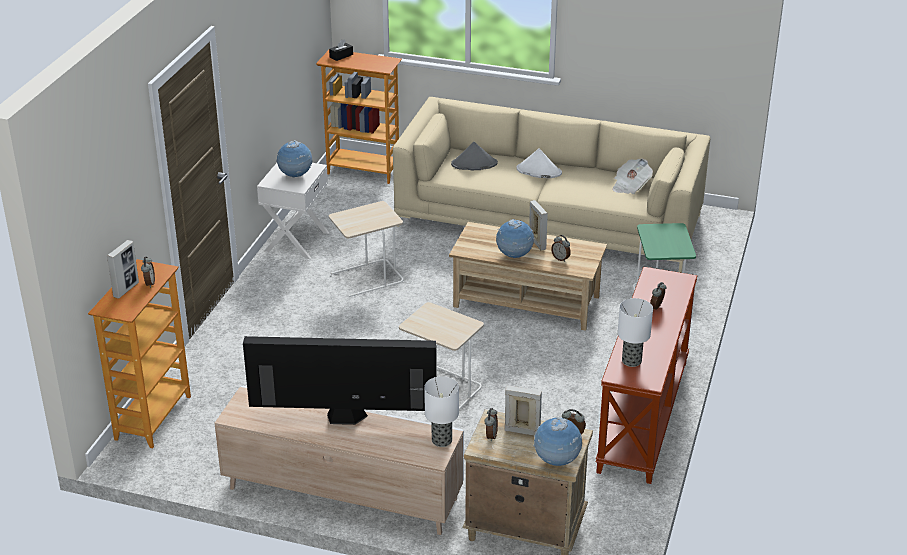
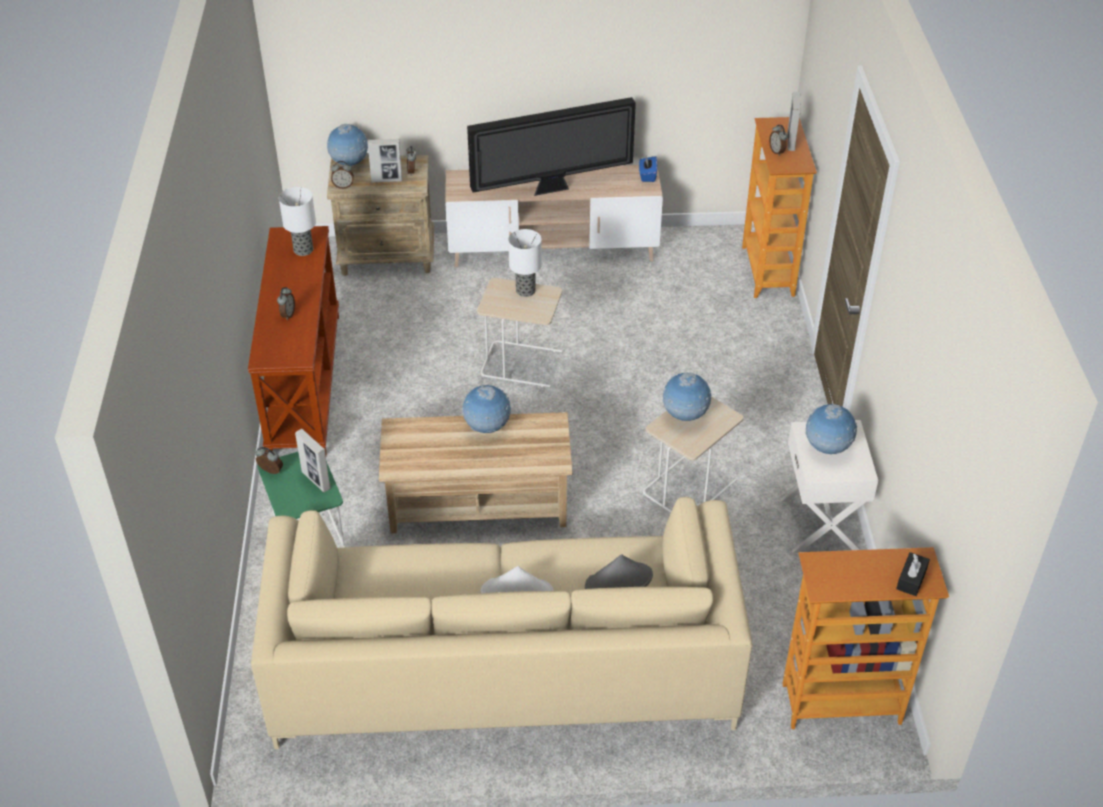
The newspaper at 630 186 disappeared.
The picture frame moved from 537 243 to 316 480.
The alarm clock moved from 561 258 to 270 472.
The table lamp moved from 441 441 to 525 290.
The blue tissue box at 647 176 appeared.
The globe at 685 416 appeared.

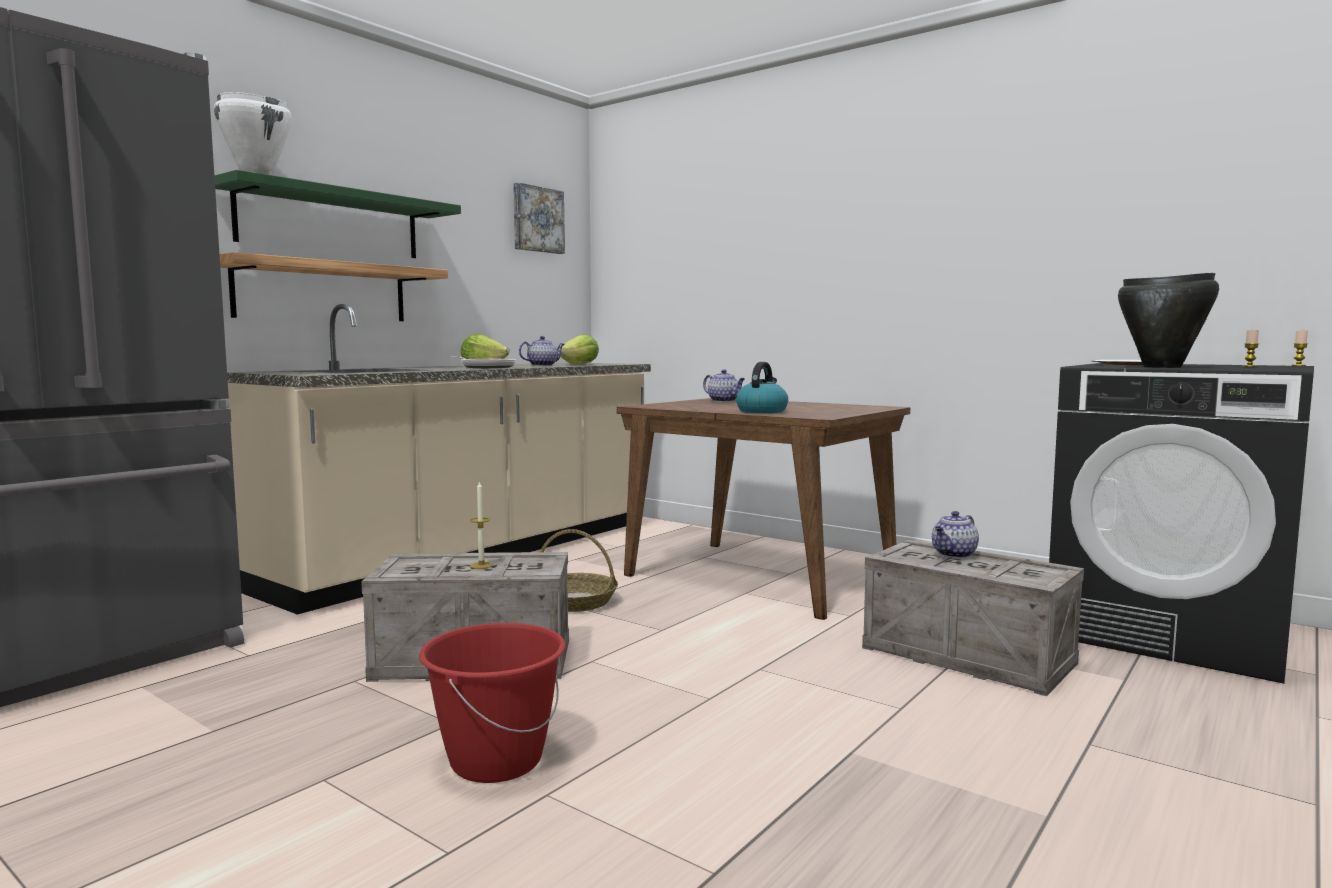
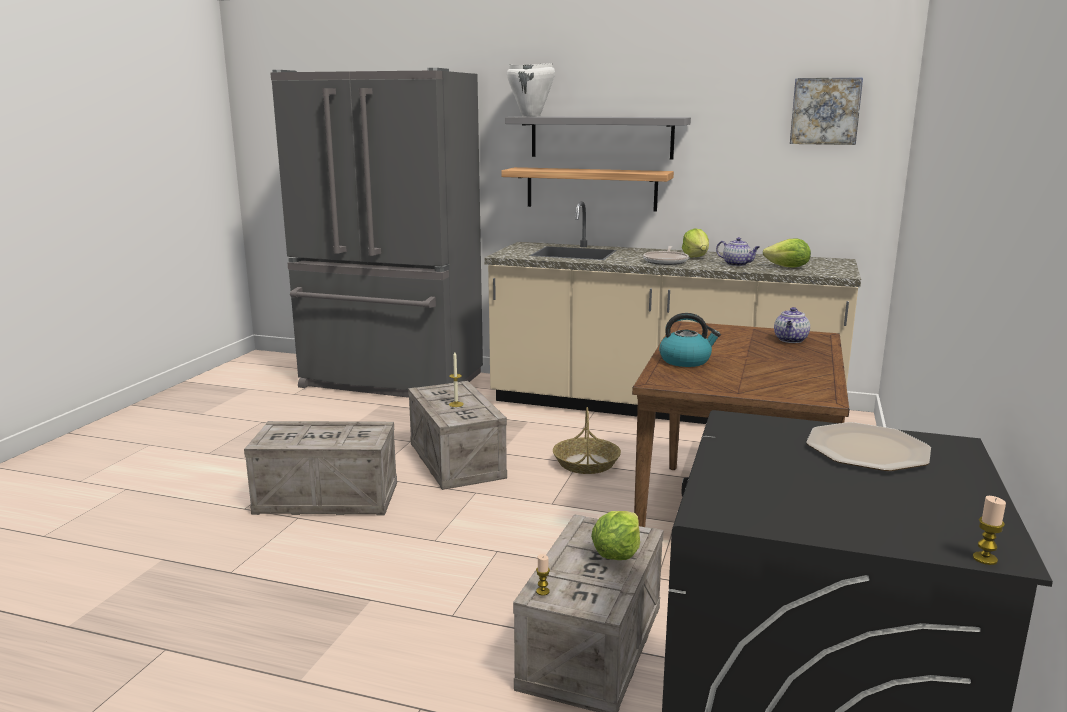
The green shelf at 331 223 became the grey shelf at 601 137.
The black cooking pot at 1162 367 disappeared.
The candle moved from 1249 366 to 542 591.
The teapot at 954 554 was replaced by the lettuce at 616 553.
The red bucket at 495 761 was replaced by the crate at 329 497.

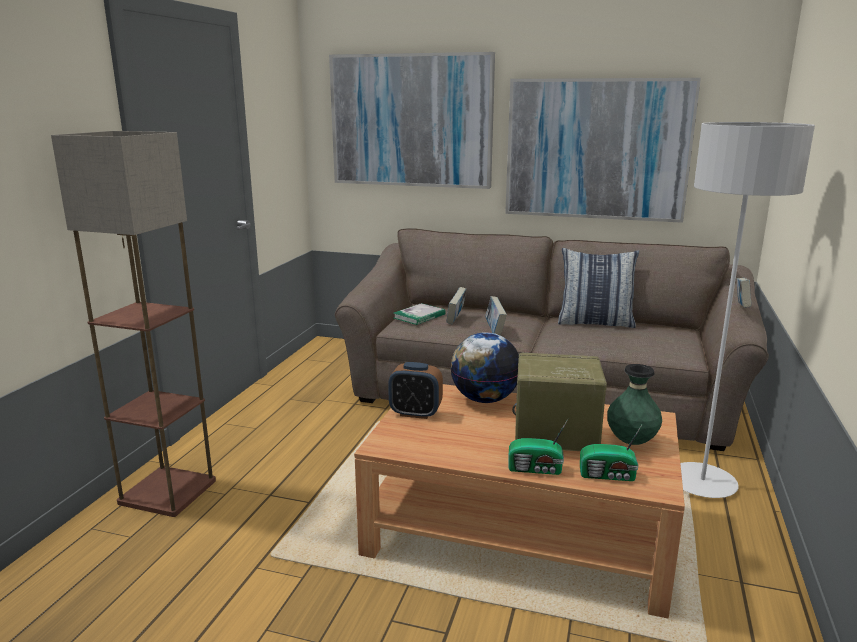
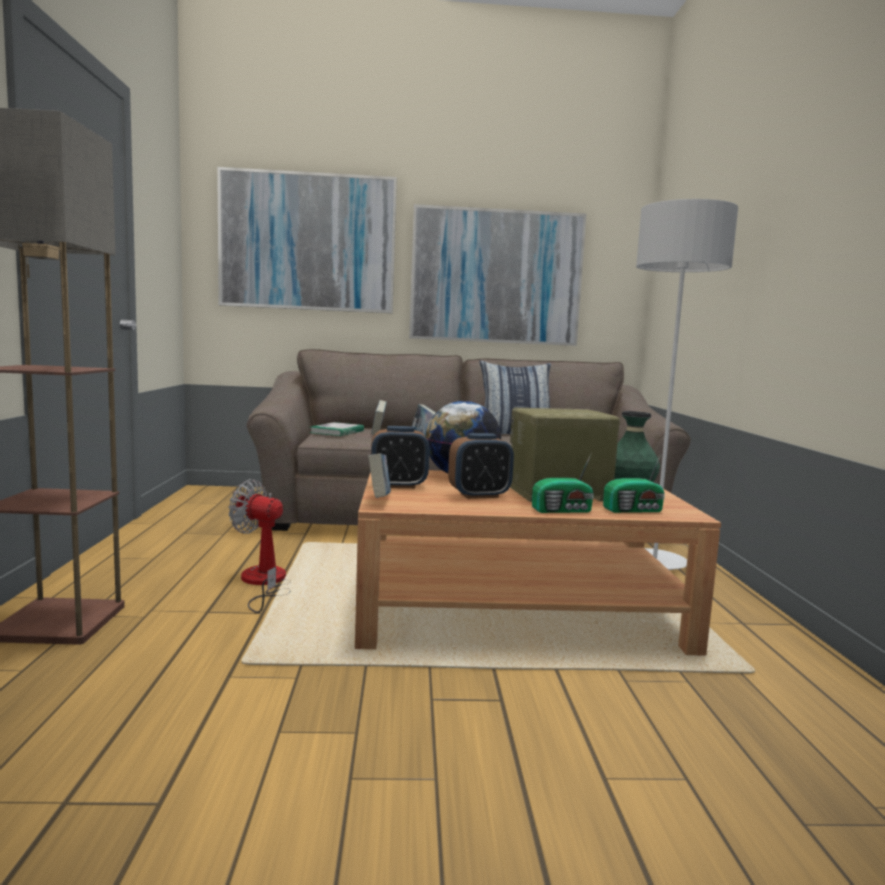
The book moved from 741 307 to 379 500.
The alarm clock at 479 495 appeared.
The fan at 264 583 appeared.

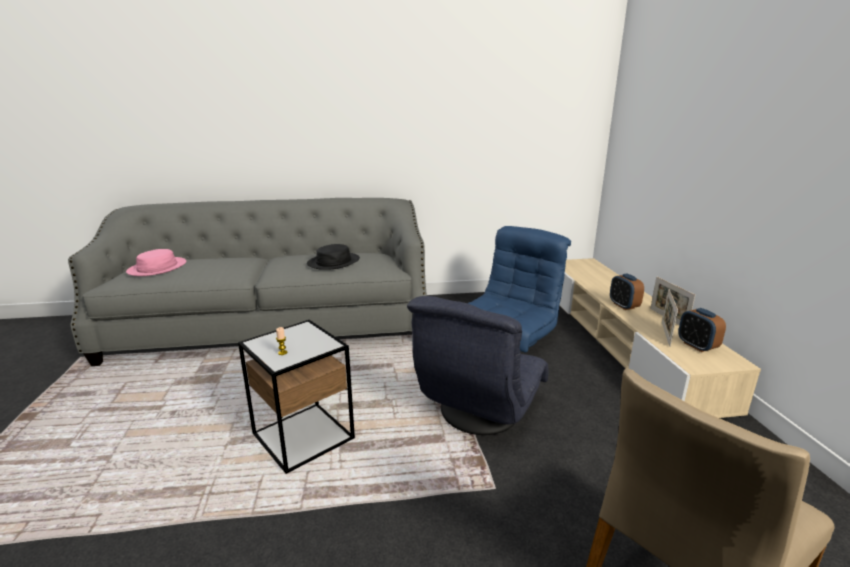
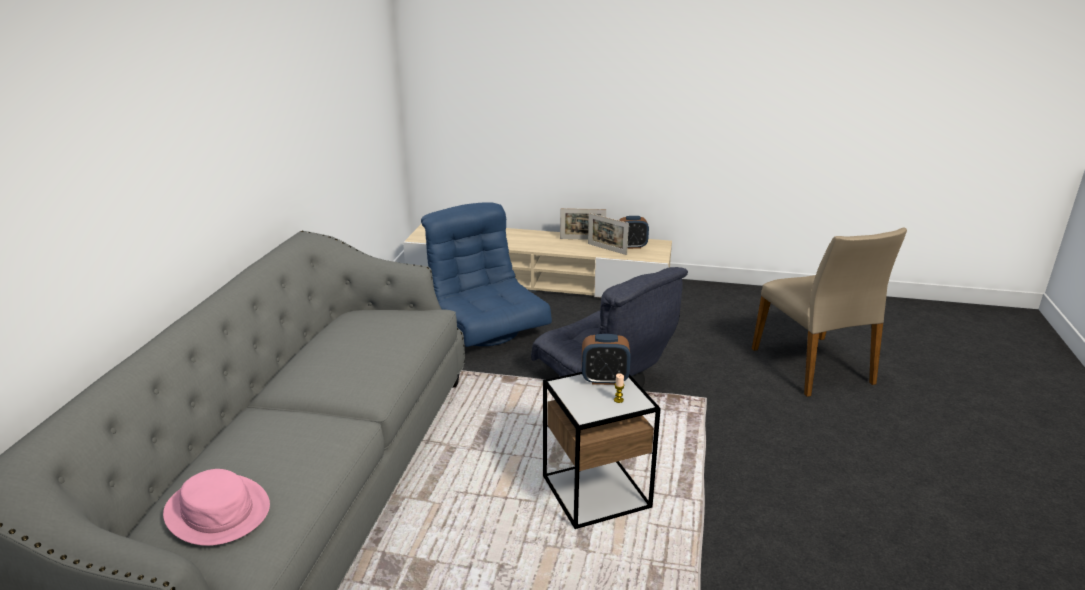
The black hat at 333 262 disappeared.
The alarm clock moved from 623 306 to 604 380.

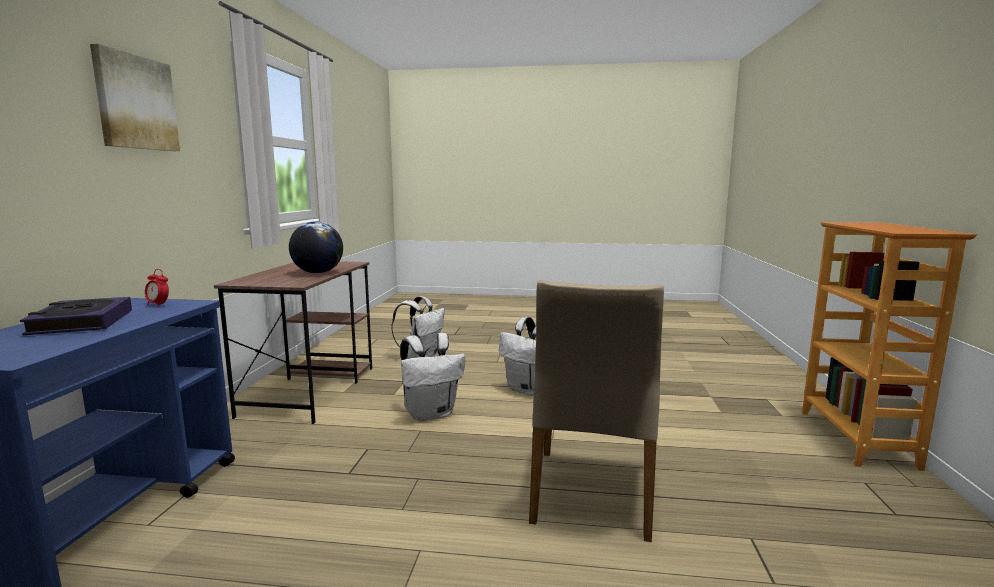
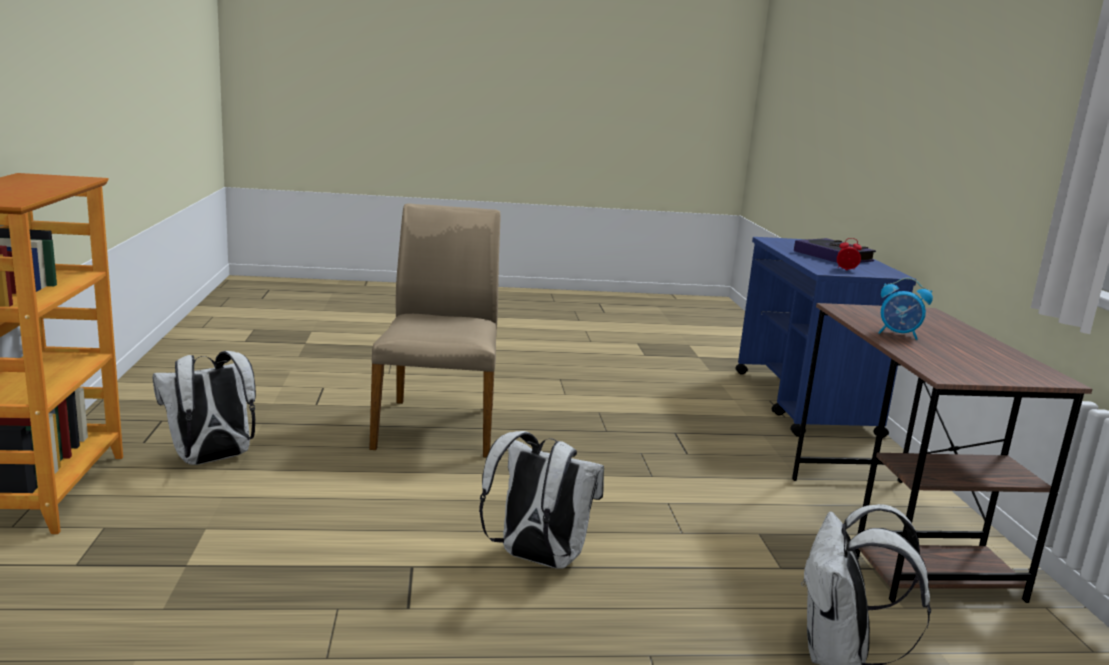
The picture at 135 103 disappeared.
The globe at 318 273 was replaced by the alarm clock at 898 335.
The white backpack moved from 431 414 to 211 460.

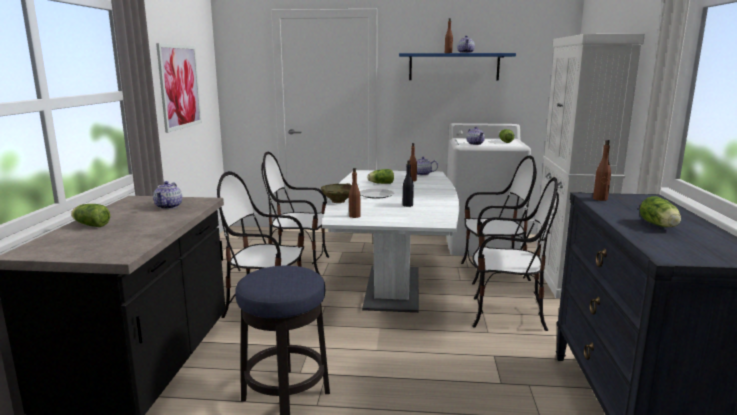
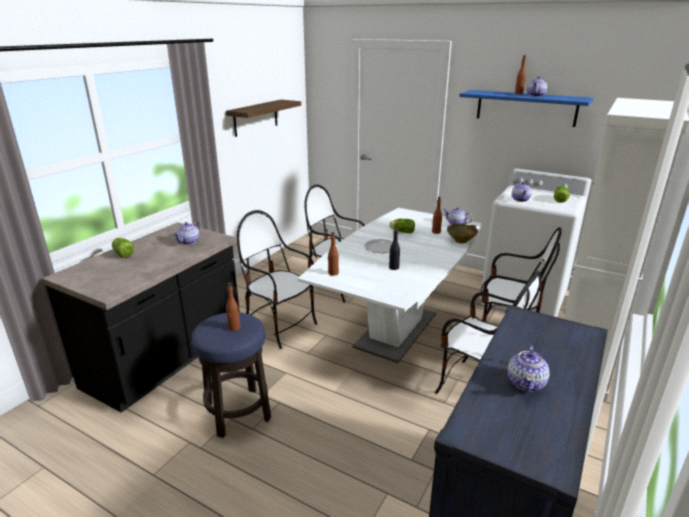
The picture at 180 86 was replaced by the shelf at 256 117.
The brown bottle moved from 600 199 to 234 328.
The beige bowl moved from 338 201 to 461 241.
The lettuce at 659 225 was replaced by the teapot at 526 383.

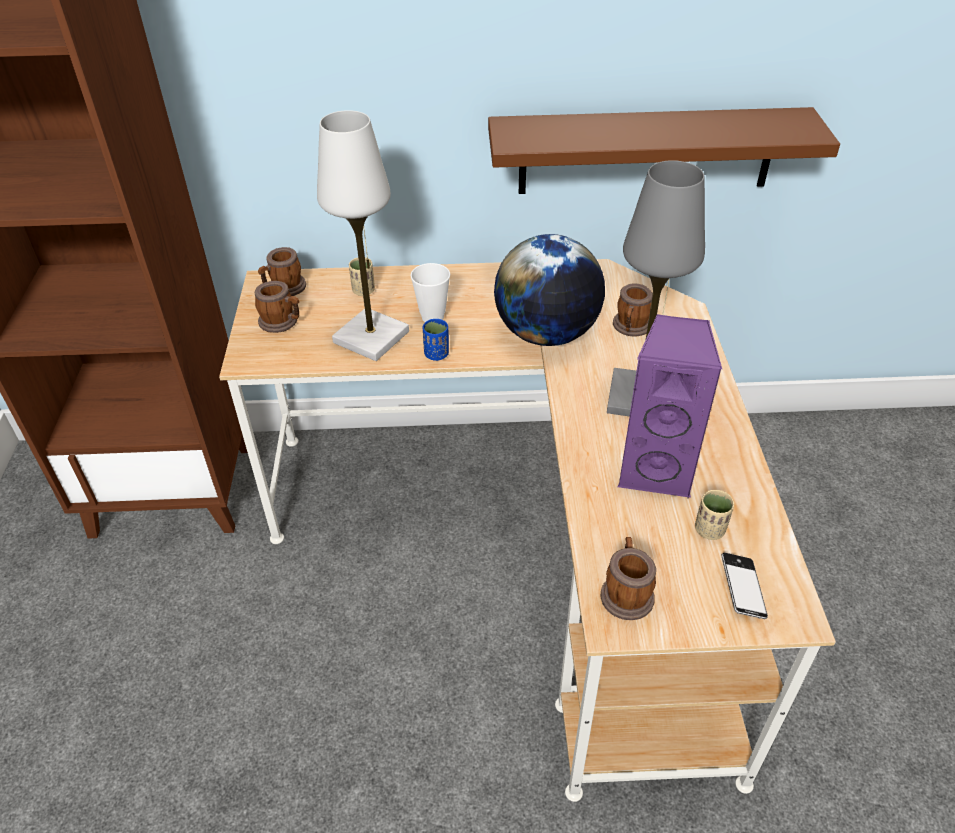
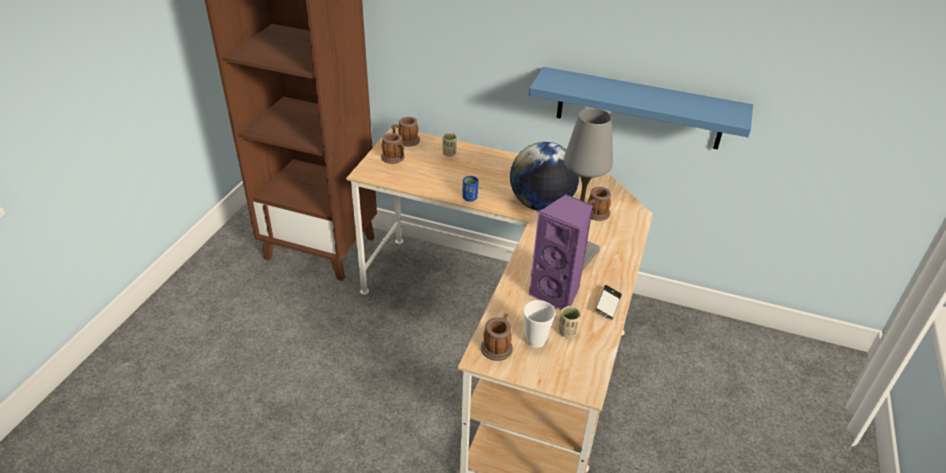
The brown shelf at 646 151 became the blue shelf at 639 109.
The white table lamp at 371 337 disappeared.
The cup moved from 432 317 to 535 341.
The phone moved from 742 589 to 608 305.

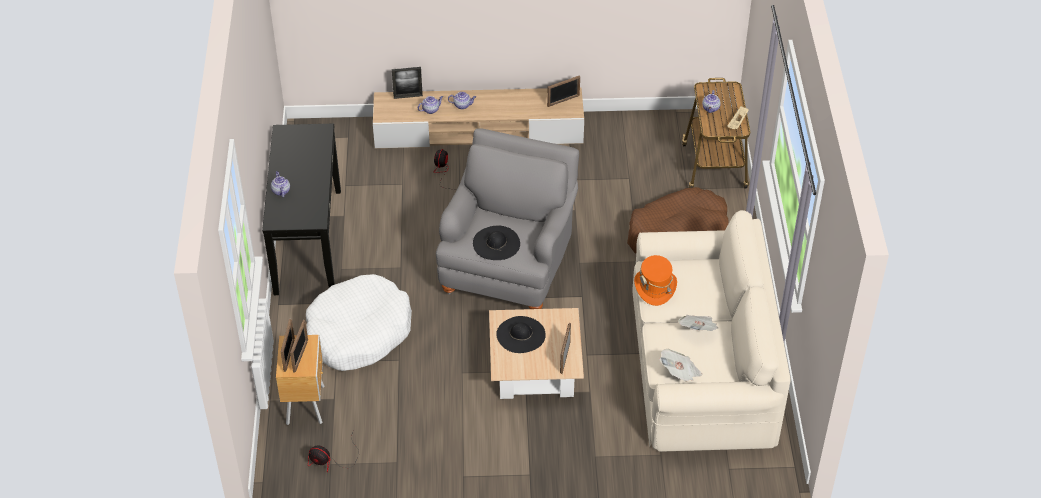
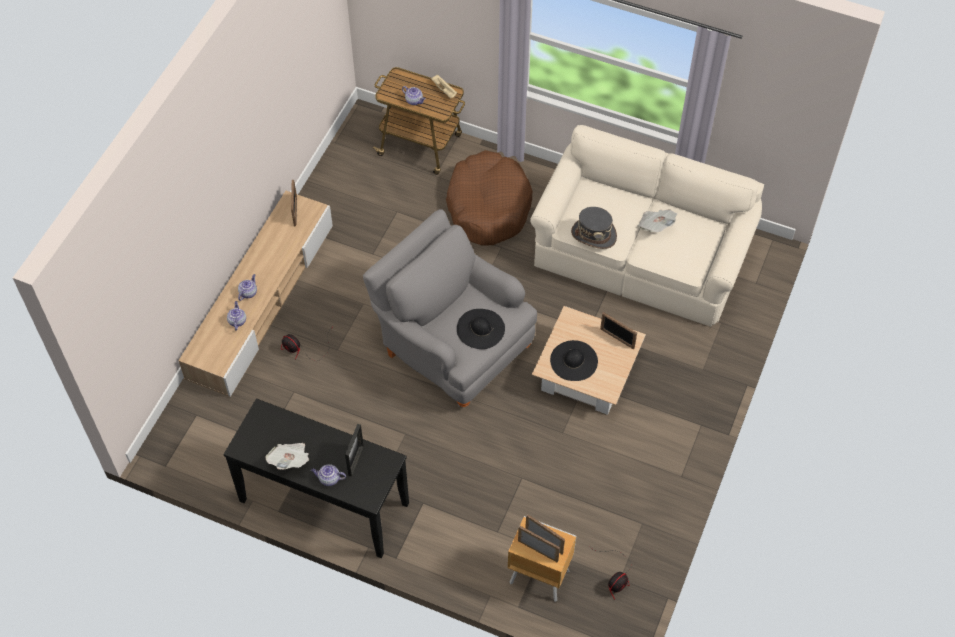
The picture frame moved from 408 96 to 356 460.
The orange hat at 655 287 became the grey hat at 594 234.
The white dog bed at 358 333 disappeared.
The newspaper moved from 680 373 to 290 460.

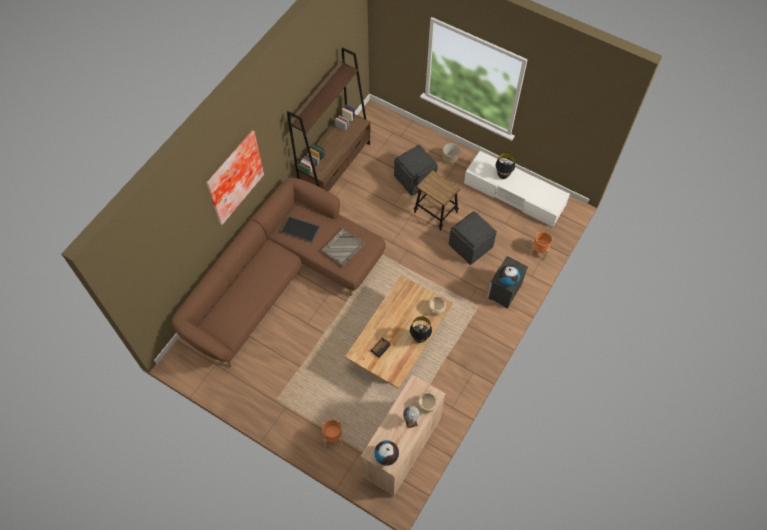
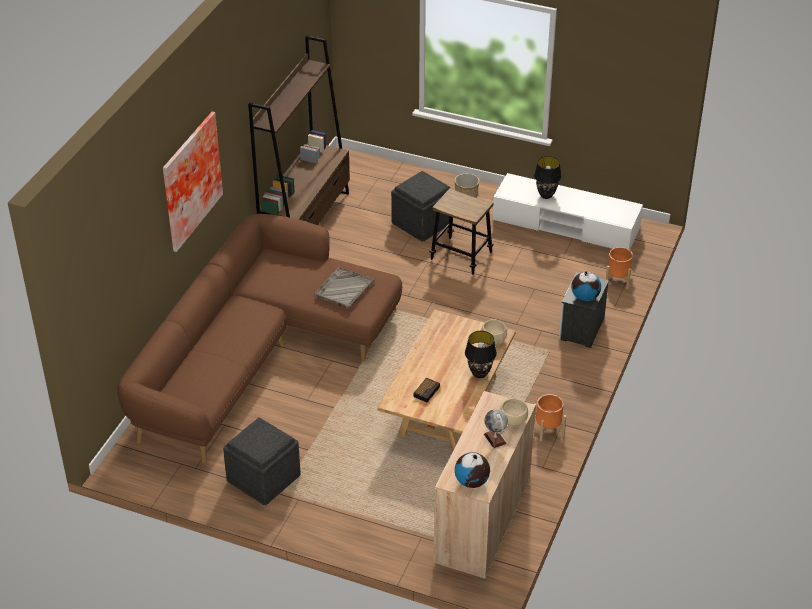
The grey ottoman moved from 470 246 to 263 479.
The tray at 301 229 disappeared.
The orange planter moved from 333 436 to 548 429.

